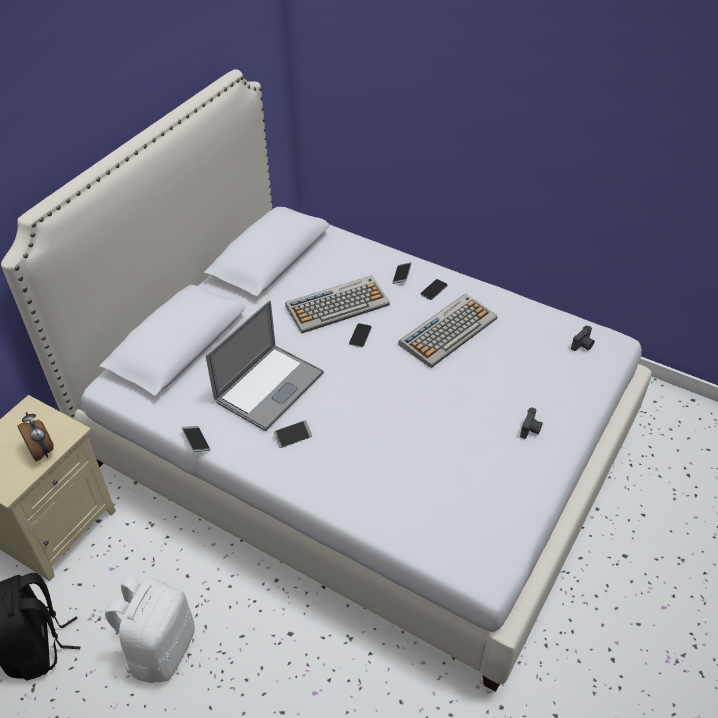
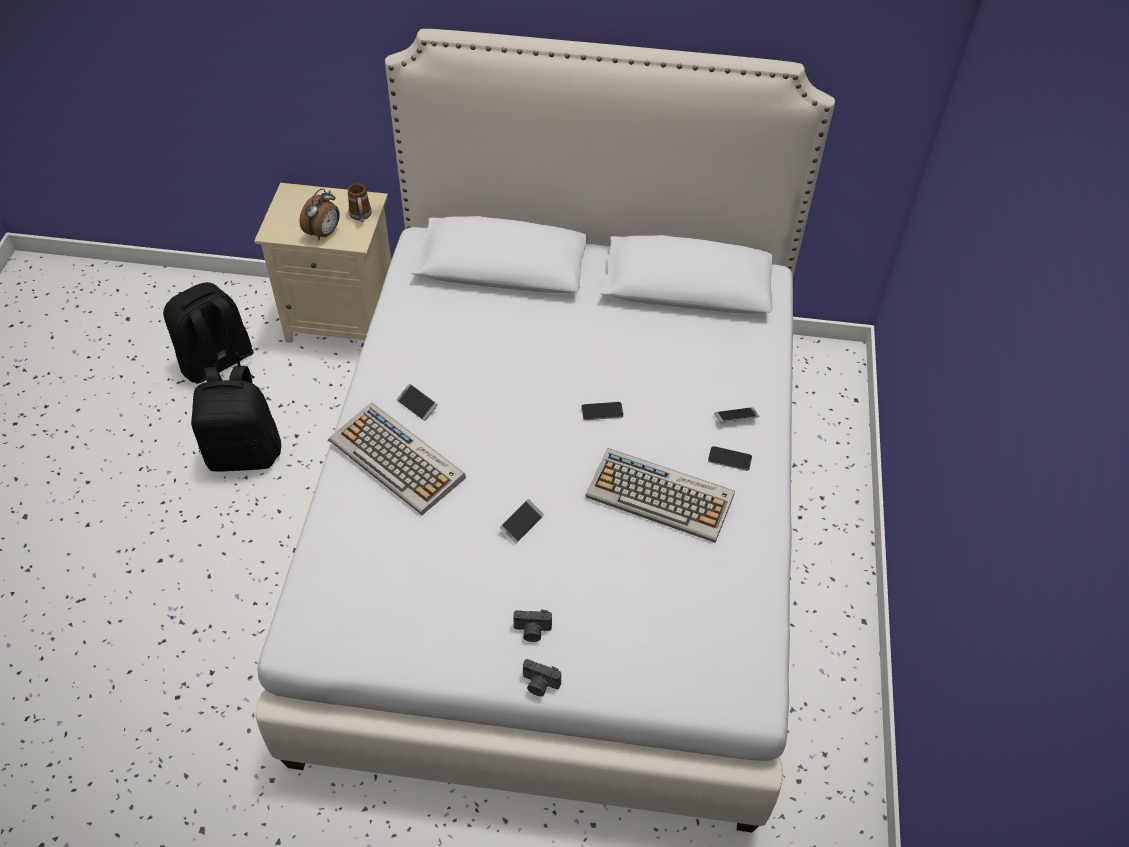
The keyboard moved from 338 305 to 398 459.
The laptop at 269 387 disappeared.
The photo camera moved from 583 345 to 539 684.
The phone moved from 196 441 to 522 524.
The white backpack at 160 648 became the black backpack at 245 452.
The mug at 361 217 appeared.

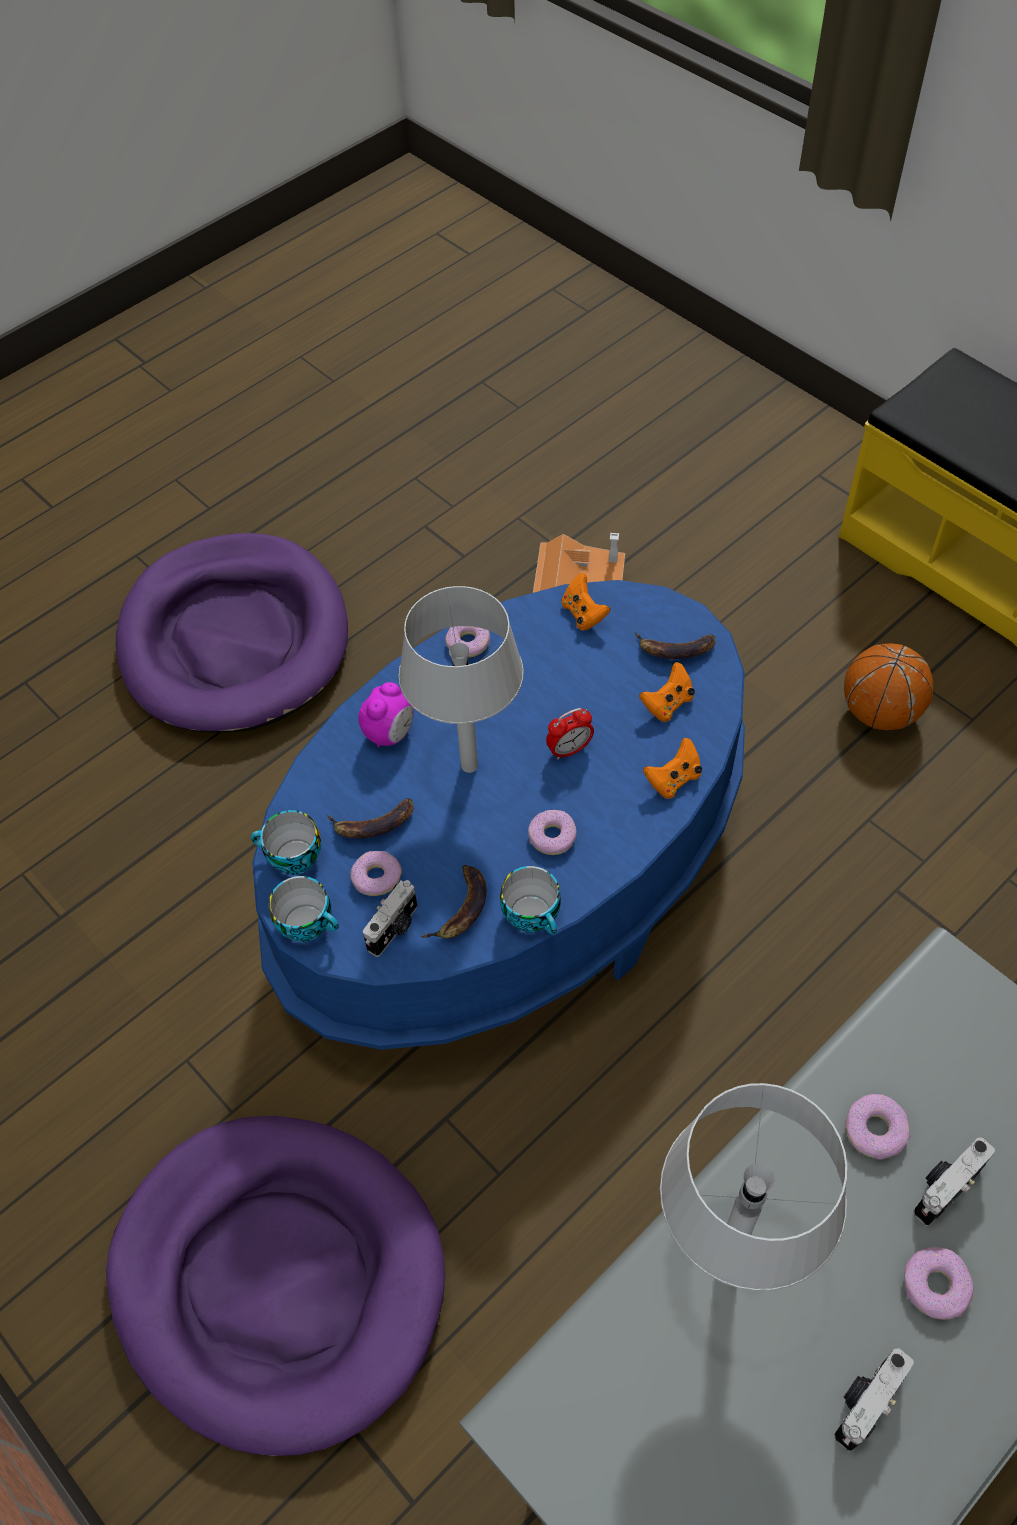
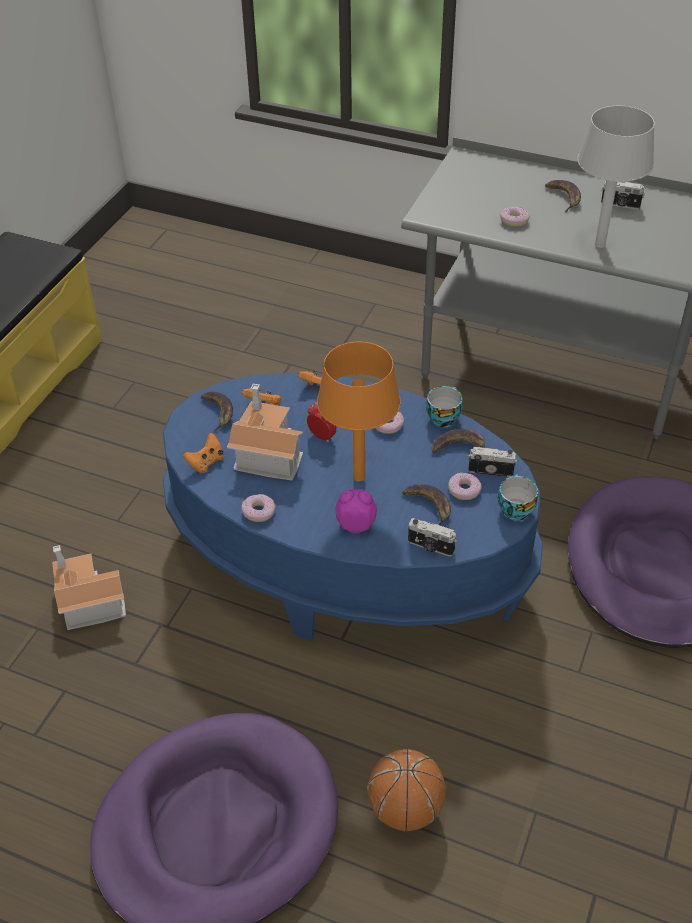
The grey table lamp at 468 764 became the orange table lamp at 358 477.
The basketball moved from 879 713 to 405 808.
The cup at 292 858 disappeared.
The photo camera moved from 944 1187 to 430 547.
The donut at 934 1286 was replaced by the banana at 564 198.
The toy house at 266 452 appeared.

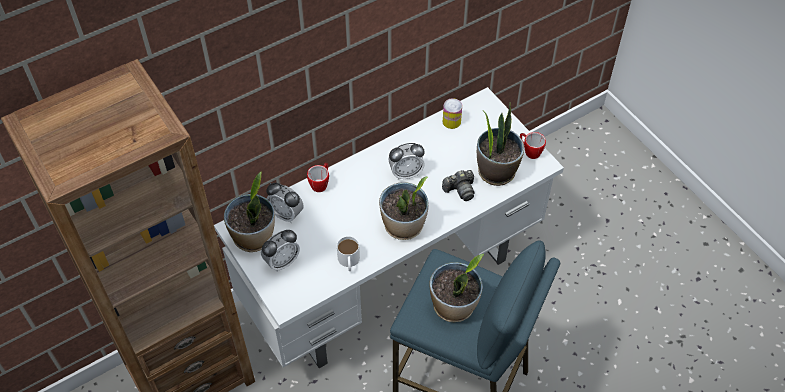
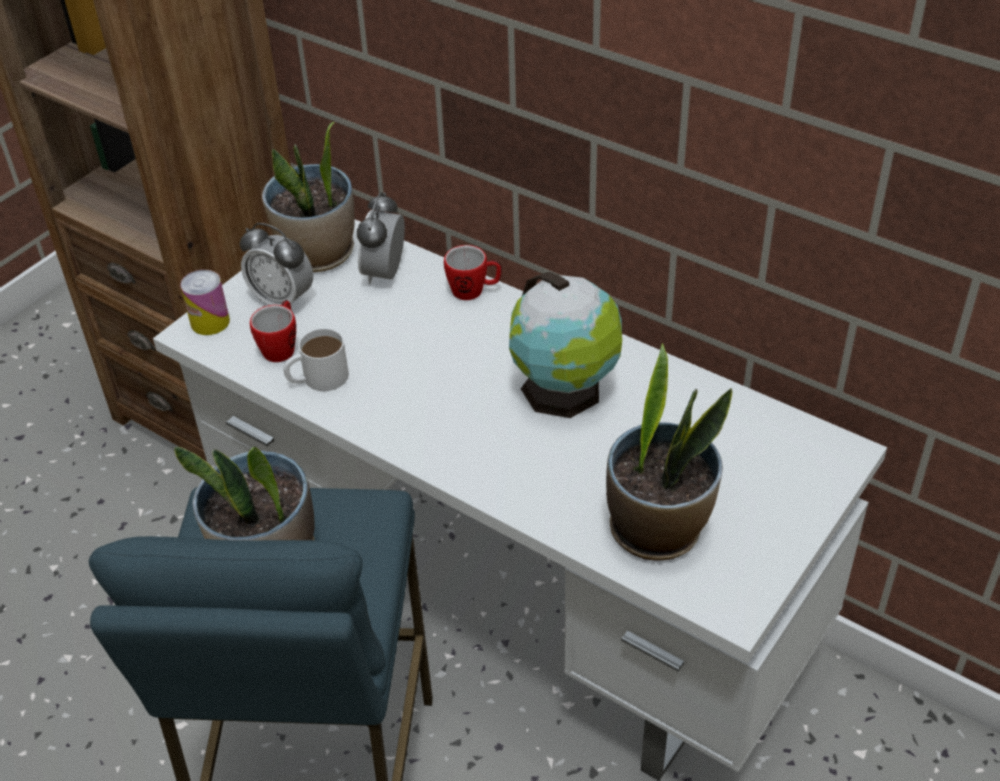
The can moved from 451 121 to 210 322.
The mug moved from 530 151 to 281 347.
The alarm clock at 406 173 was replaced by the globe at 565 391.
The photo camera at 460 190 disappeared.
The potted plant at 404 226 disappeared.

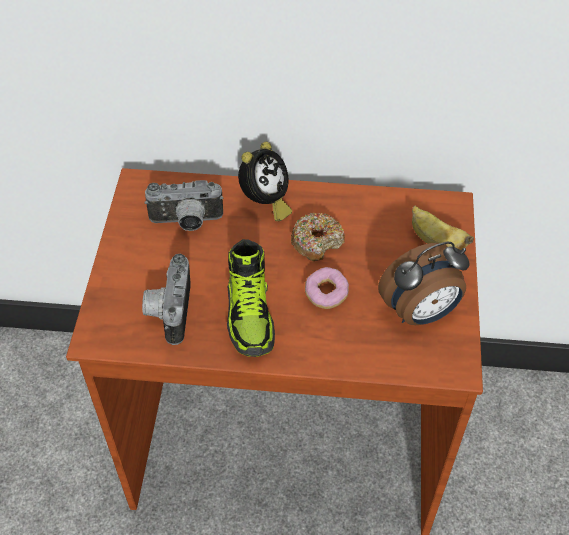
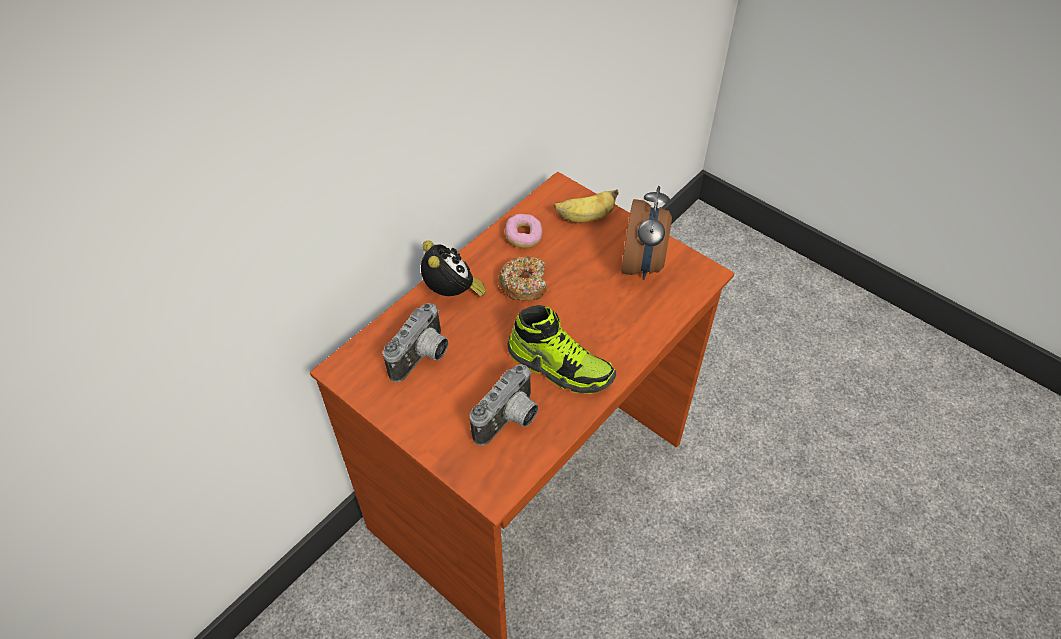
The photo camera at 168 311 turned 90 degrees counterclockwise.
The donut moved from 326 294 to 523 237.

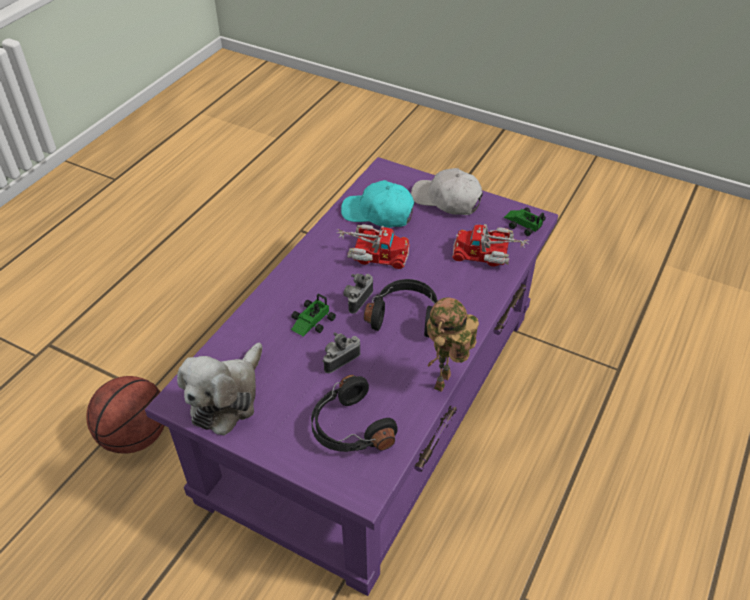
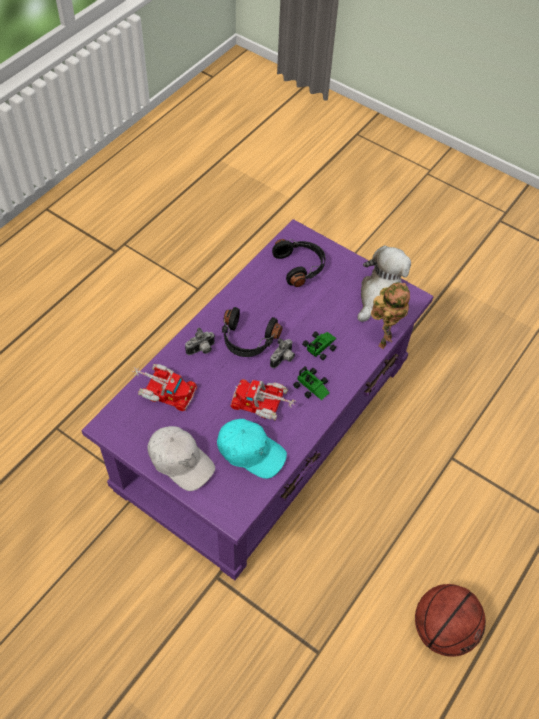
The toy car moved from 522 222 to 313 387.
The toy robot moved from 444 384 to 383 340.
The photo camera moved from 339 359 to 201 350.
The basketball moved from 135 436 to 443 629.

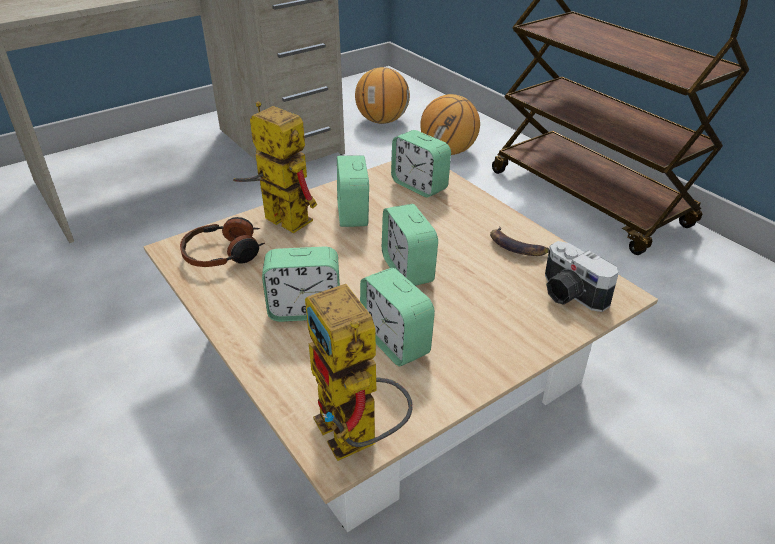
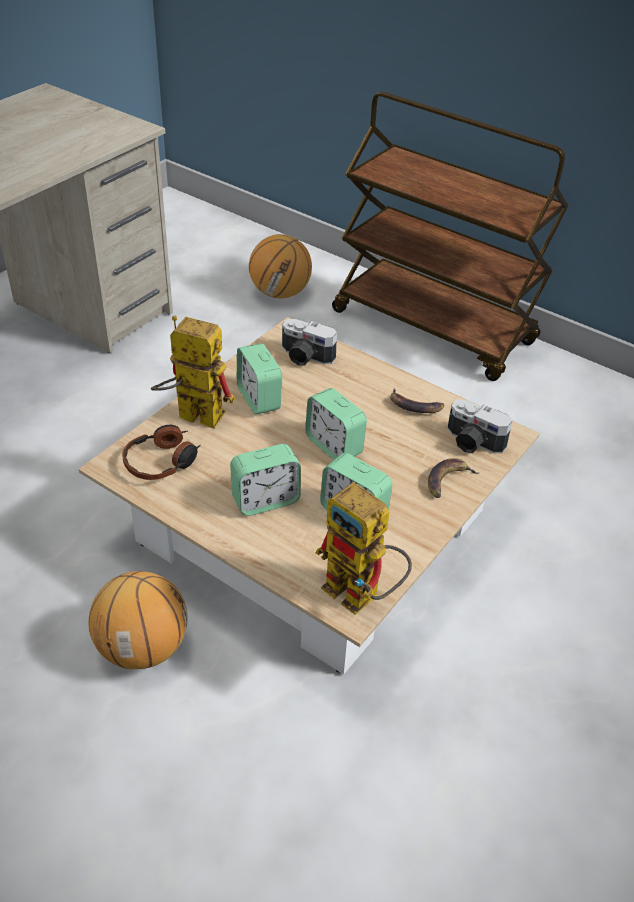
The basketball moved from 382 121 to 143 647.
The alarm clock at 419 186 was replaced by the photo camera at 305 357.
The banana at 447 481 appeared.

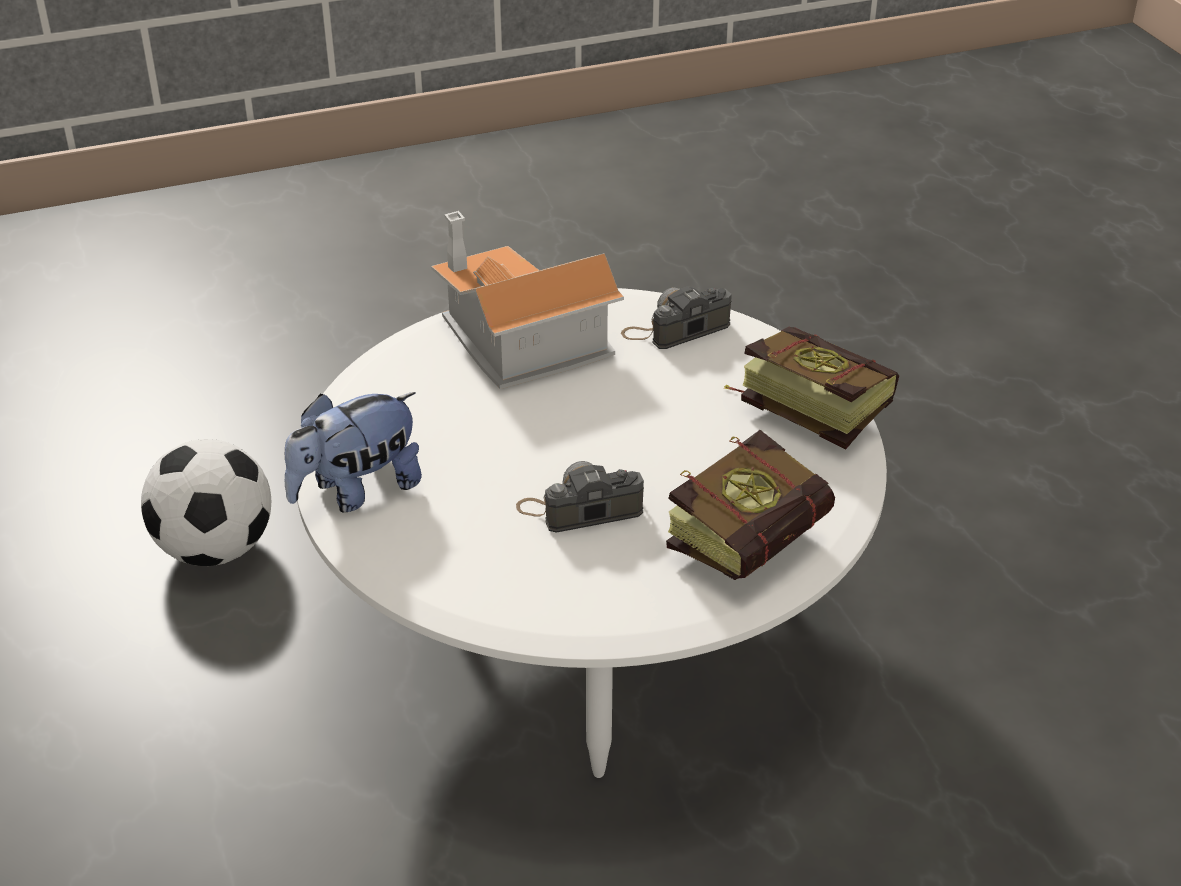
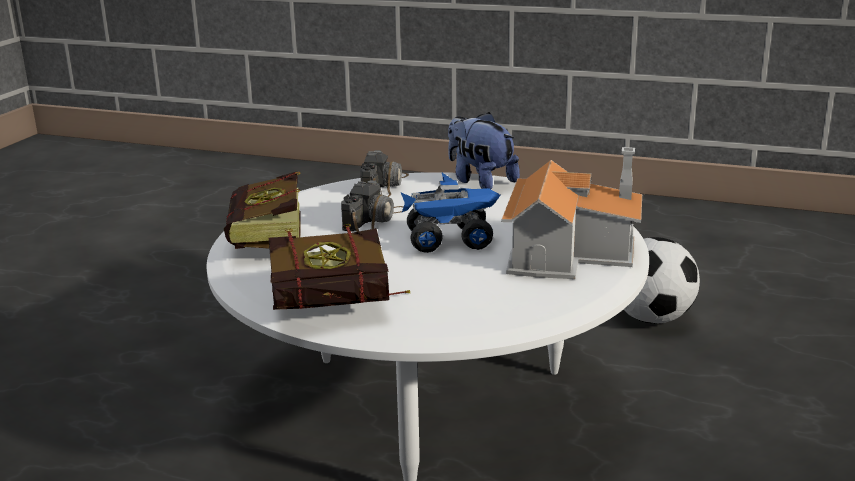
The photo camera moved from 676 328 to 385 184.
The plush toy at 357 491 turned 45 degrees counterclockwise.
The toy truck at 450 241 appeared.

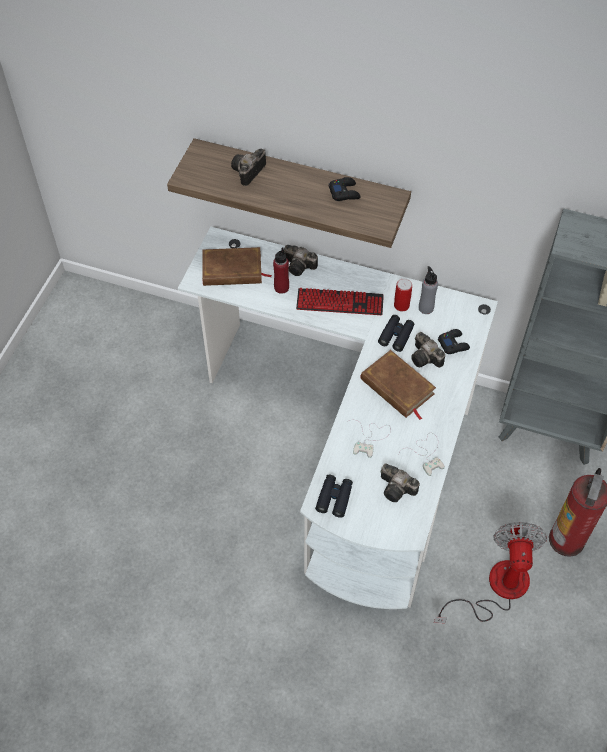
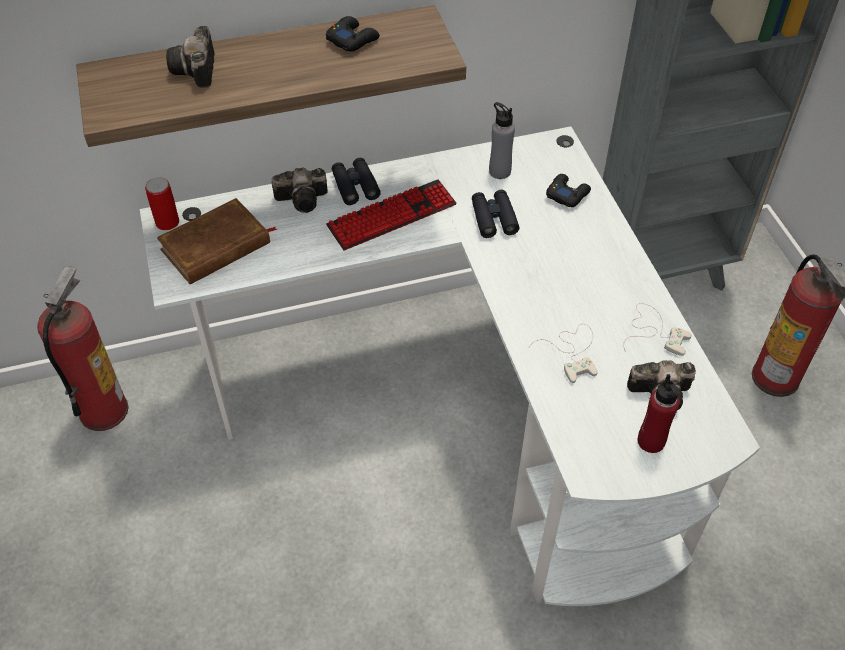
The red bottle moved from 281 287 to 651 441.
The can moved from 401 305 to 167 222.
The photo camera at 426 358 disappeared.
The brown book at 397 387 disappeared.
The black binoculars moved from 334 498 to 355 186.
The fan at 496 588 disappeared.
The fire extinguisher at 103 410 appeared.

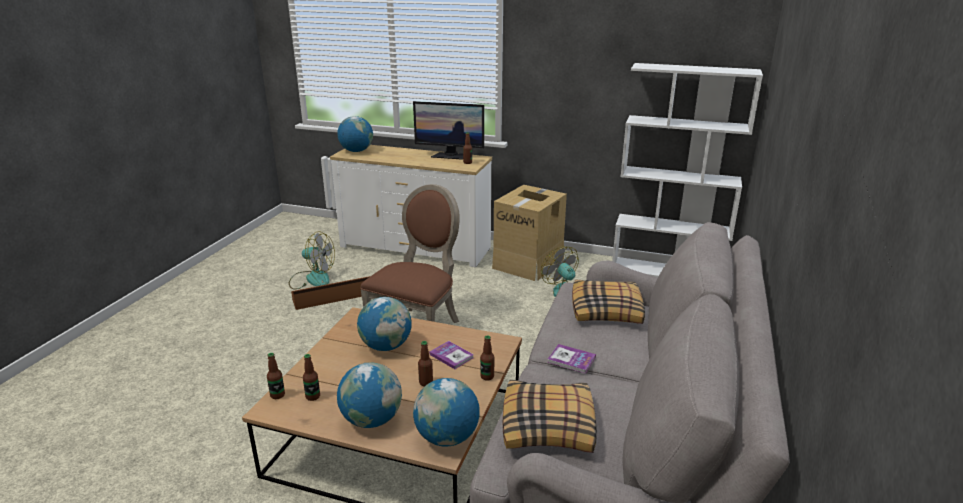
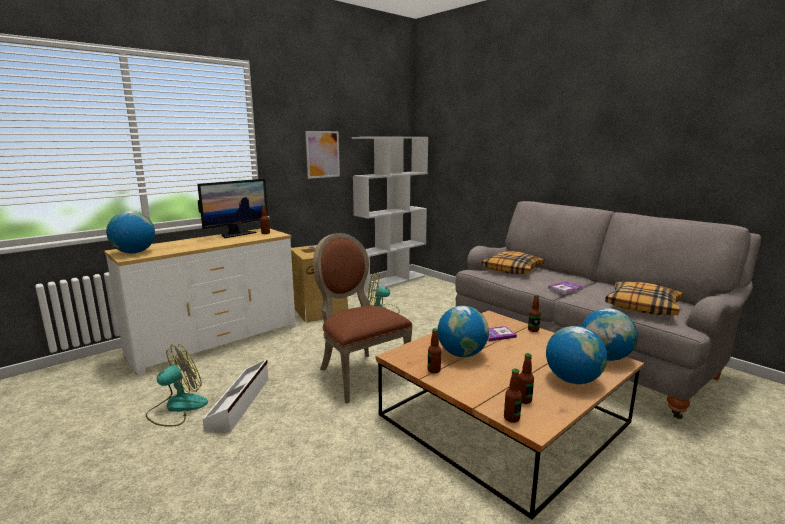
The brown storage box at 334 297 became the white storage box at 240 402.
The bottle moved from 426 382 to 434 370.
The picture at 322 154 appeared.

